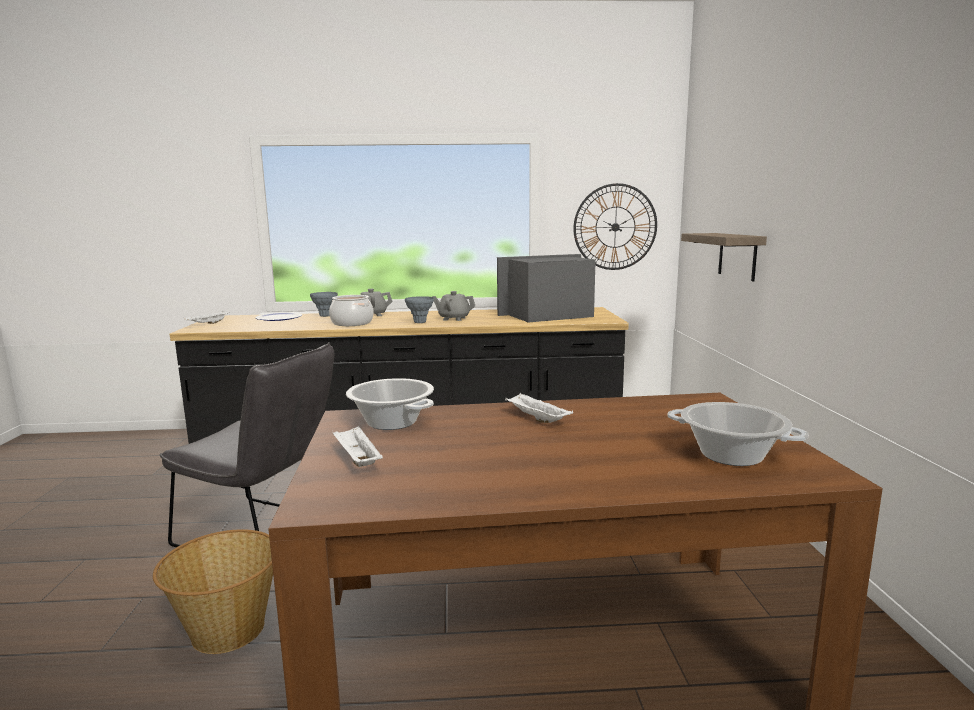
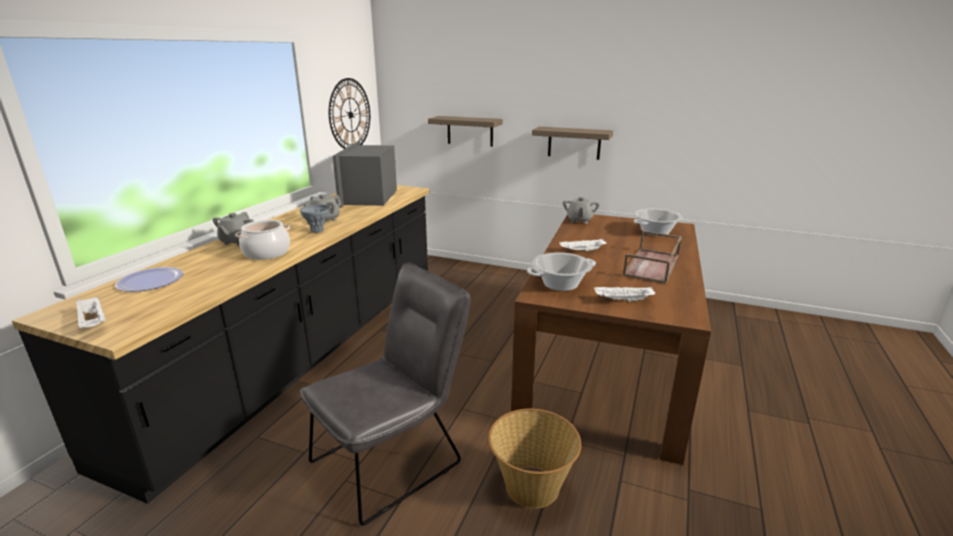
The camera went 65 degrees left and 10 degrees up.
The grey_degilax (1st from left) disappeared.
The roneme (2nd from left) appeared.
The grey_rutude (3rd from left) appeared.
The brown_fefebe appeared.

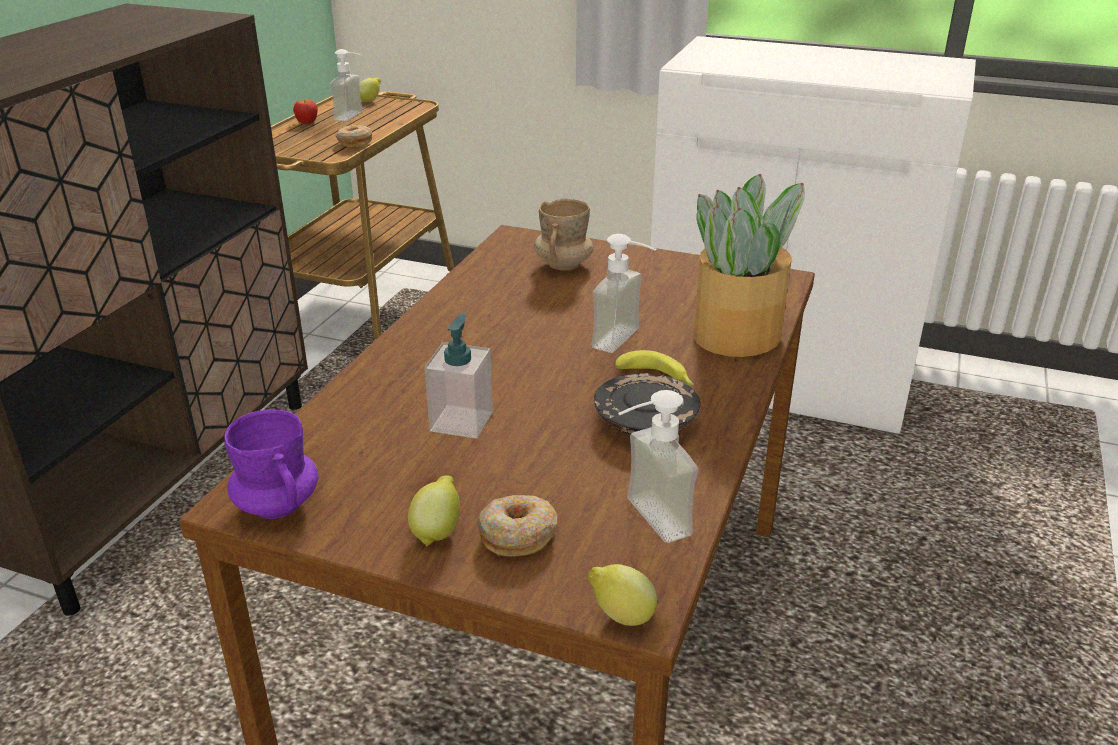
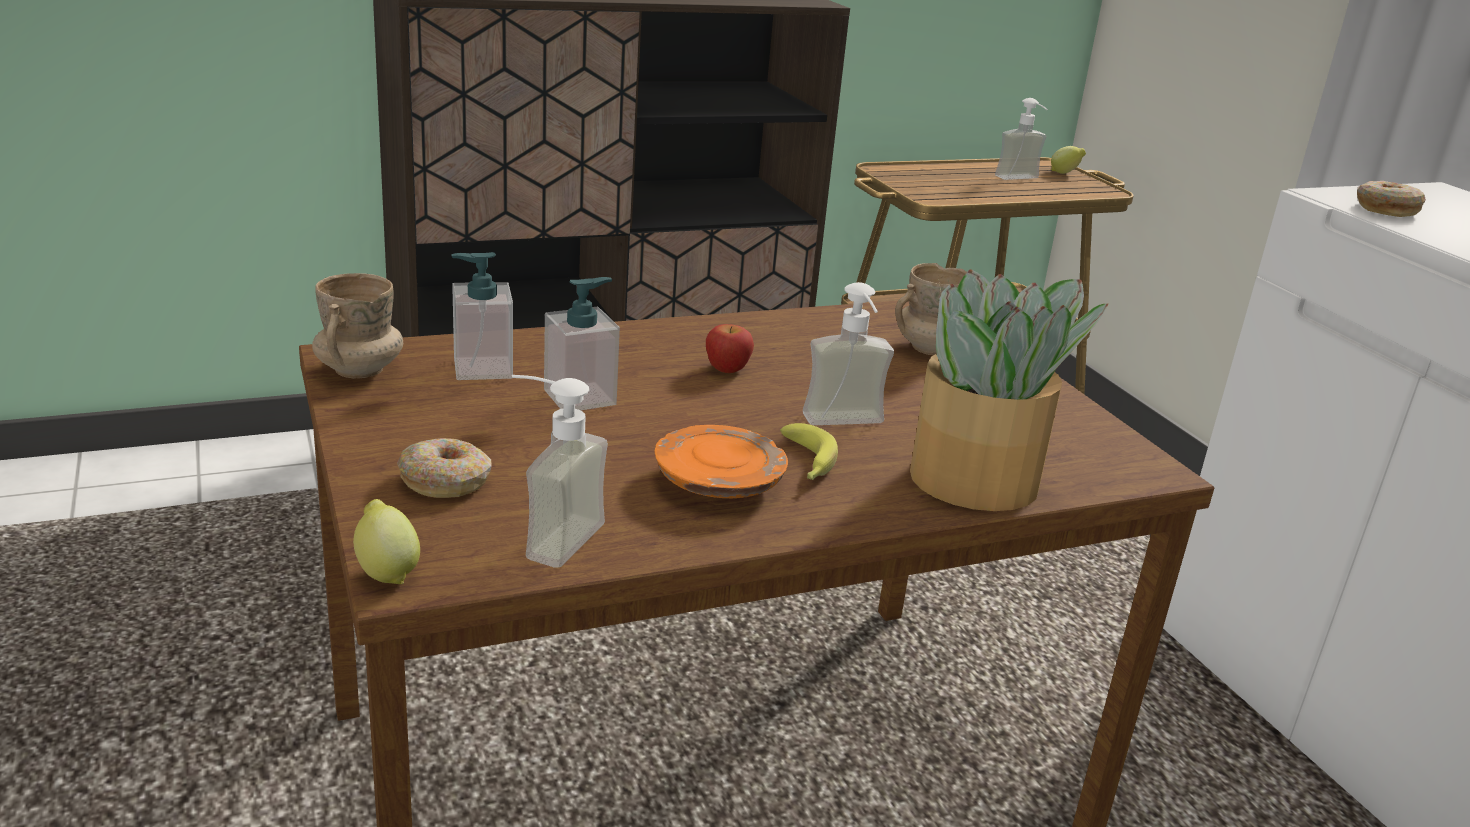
The camera went 45 degrees right and 5 degrees down.
The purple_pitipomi became the beige_pitipomi (1st from left).
The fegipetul moved.
The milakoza (1st from left in the first image) moved.
The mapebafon (2nd from left) disappeared.
The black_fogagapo became the orange_fogagapo.
The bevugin (1st from left) appeared.

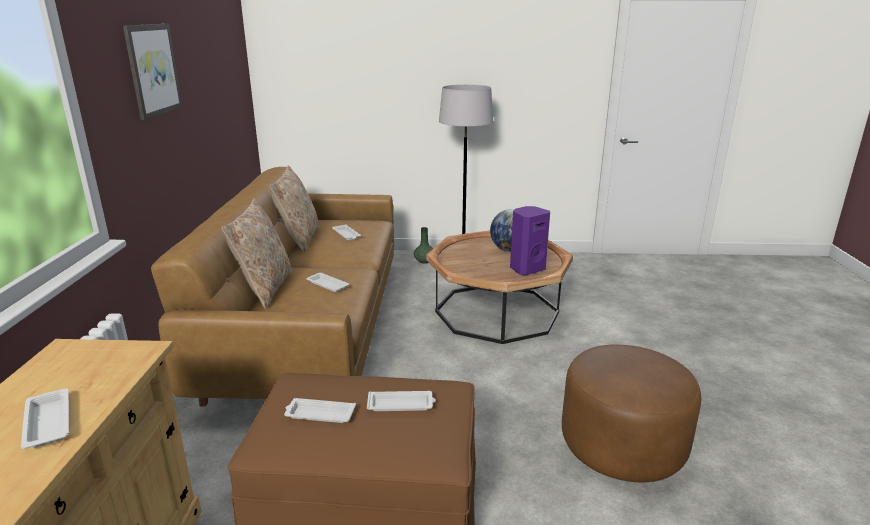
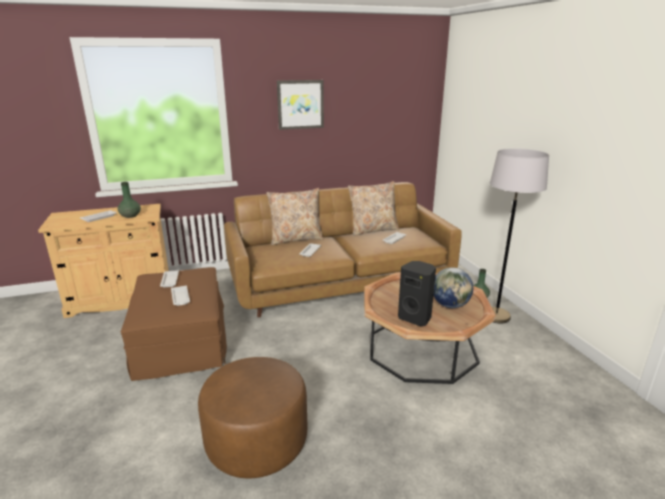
The camera went 70 degrees right and 0 degrees up.
The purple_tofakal became the black_tofakal.
The green_degilax (1st from left) appeared.

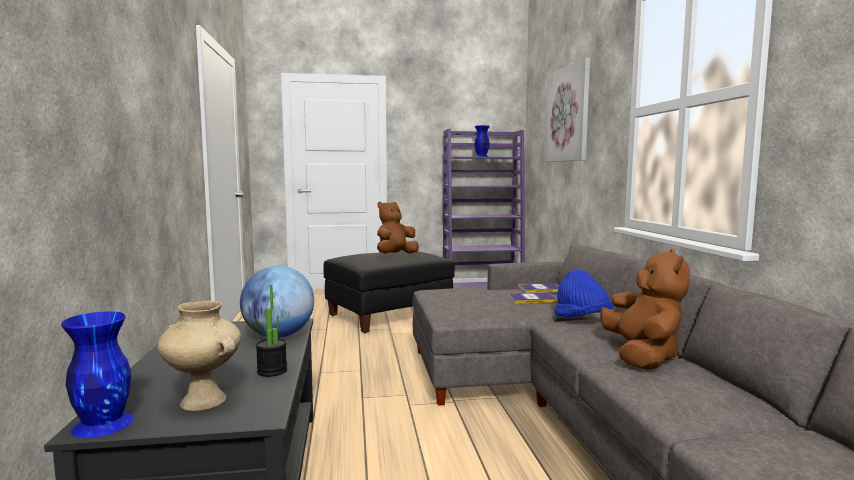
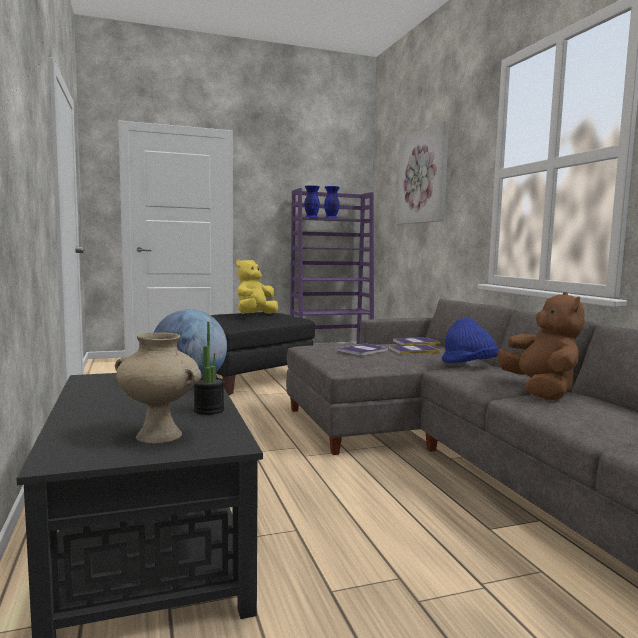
The camera went 10 degrees left and 0 degrees up.
The blue_degilax (1st from left) moved.
The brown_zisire (1st from left) became the yellow_zisire.
The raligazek (1st from left) appeared.

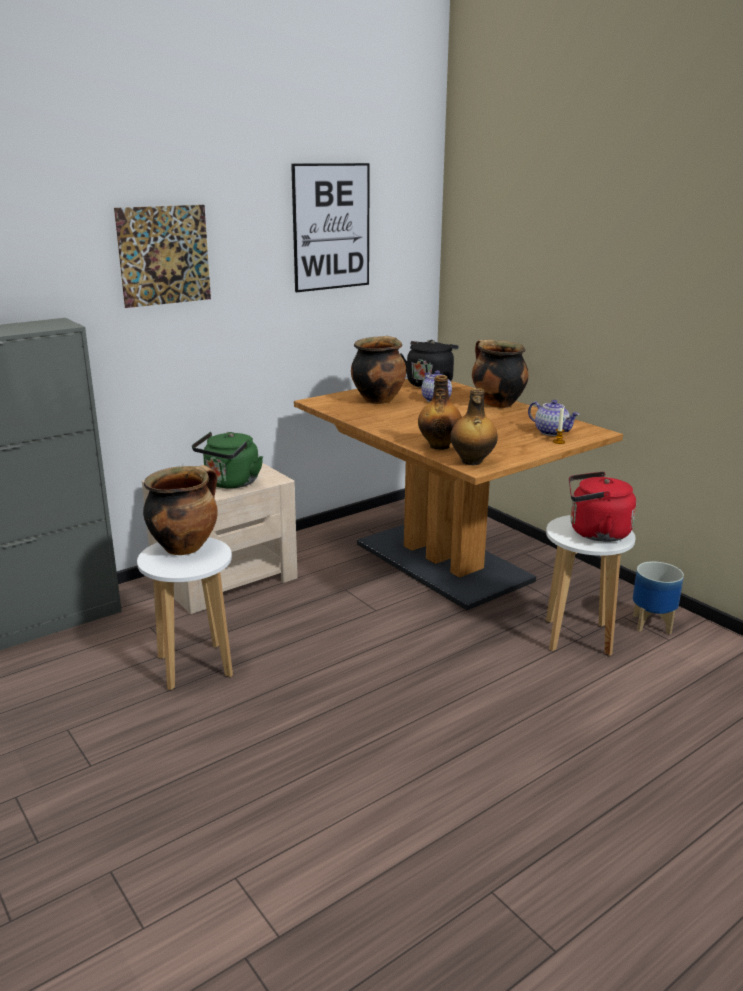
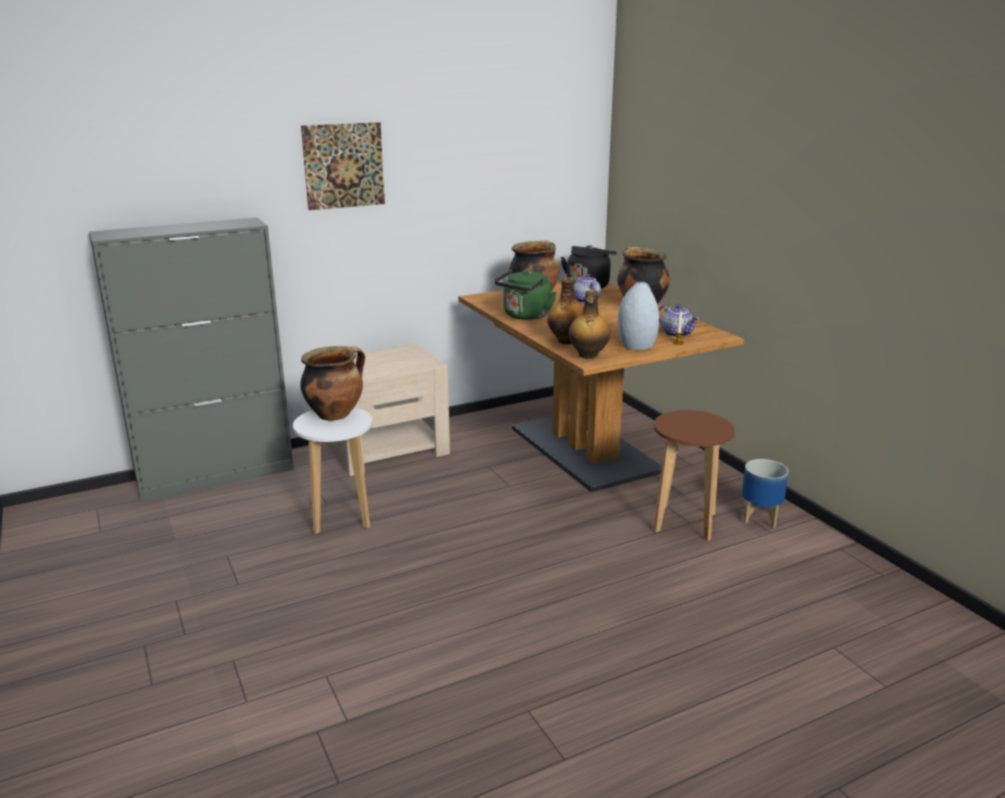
The camera went 10 degrees right and 0 degrees up.
The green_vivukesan moved.
The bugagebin (2nd from left) disappeared.
The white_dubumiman (2nd from left) became the brown_dubumiman.
The red_vivukesan disappeared.
The grey_degilax appeared.

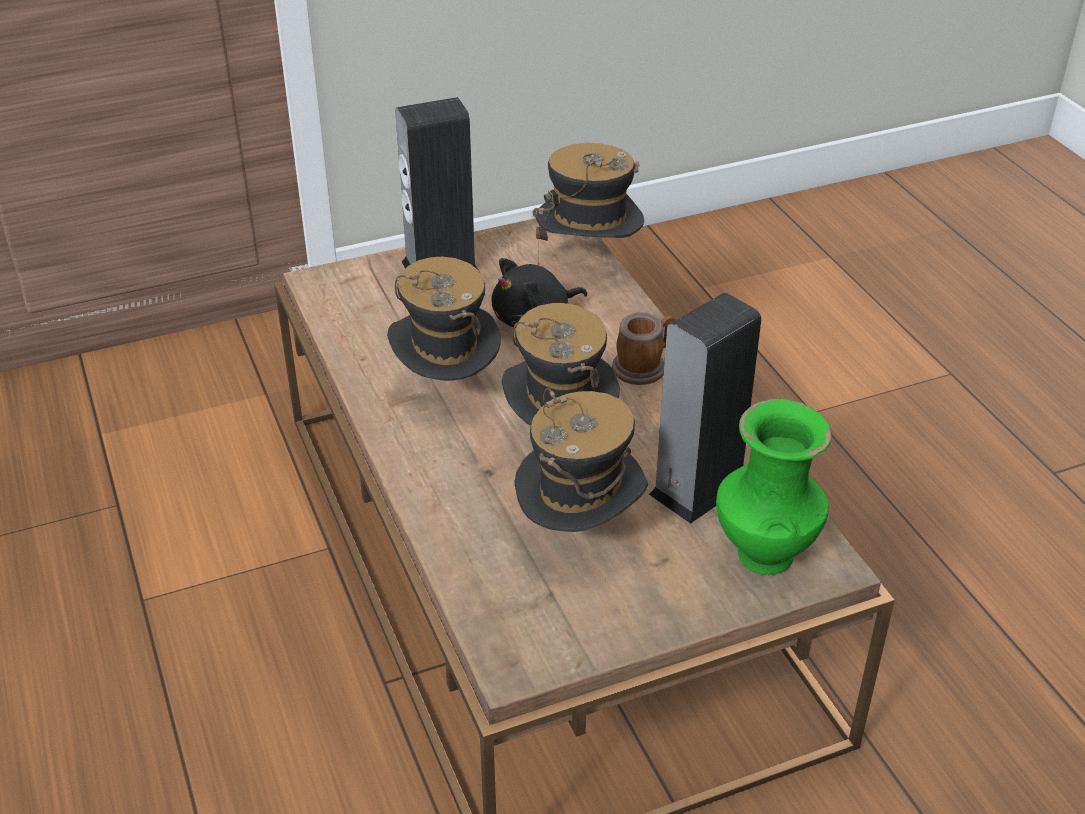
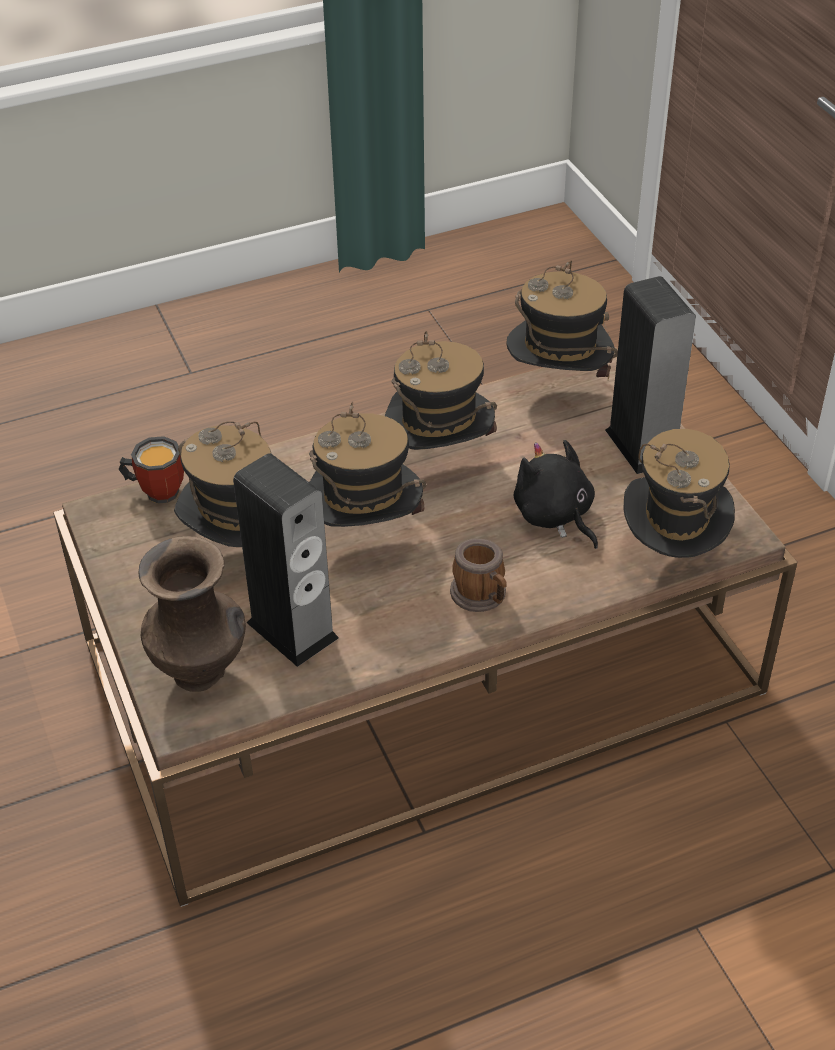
The camera went 90 degrees right and 5 degrees up.
The green_degilax became the brown_degilax.
The pitipomi (1st from left) appeared.
The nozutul (4th from left) appeared.

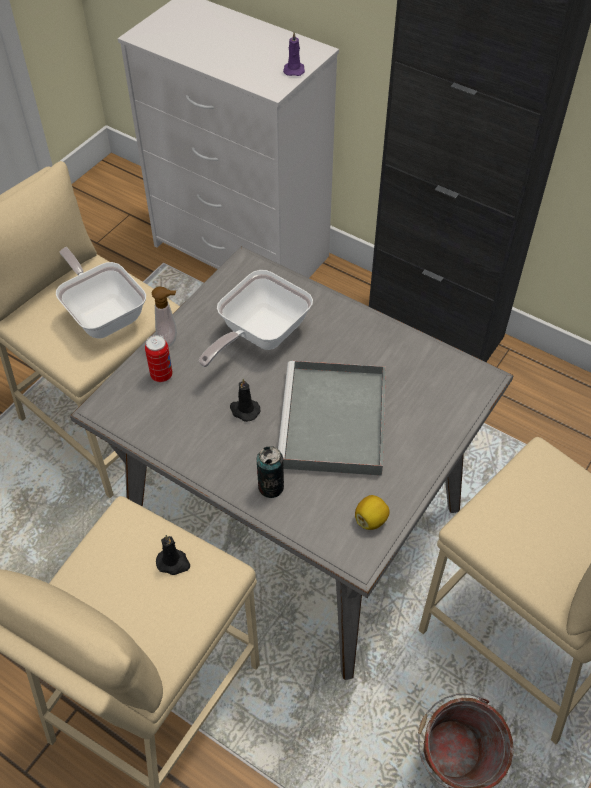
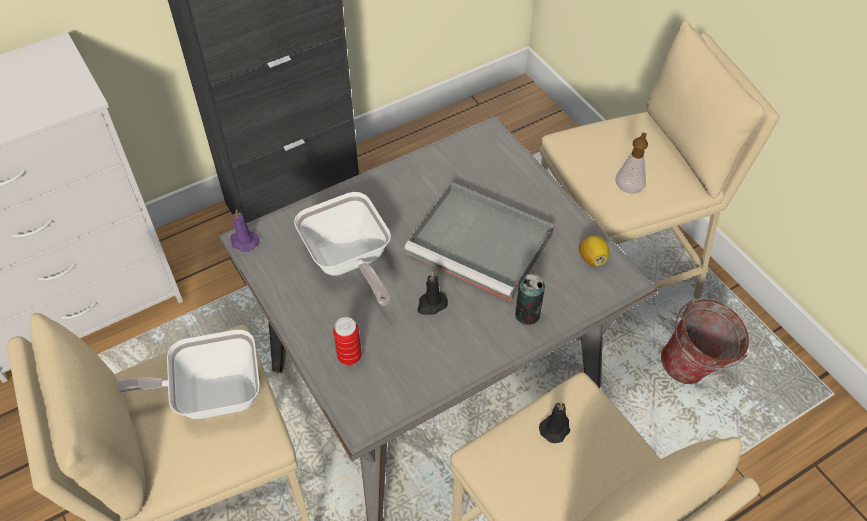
The camera went 65 degrees left and 0 degrees up.
The bevugin moved.
The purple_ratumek moved.

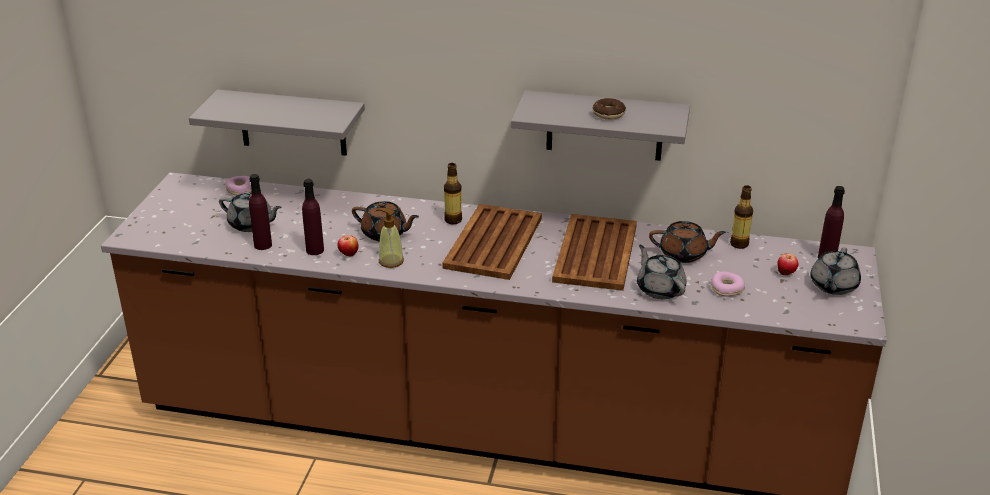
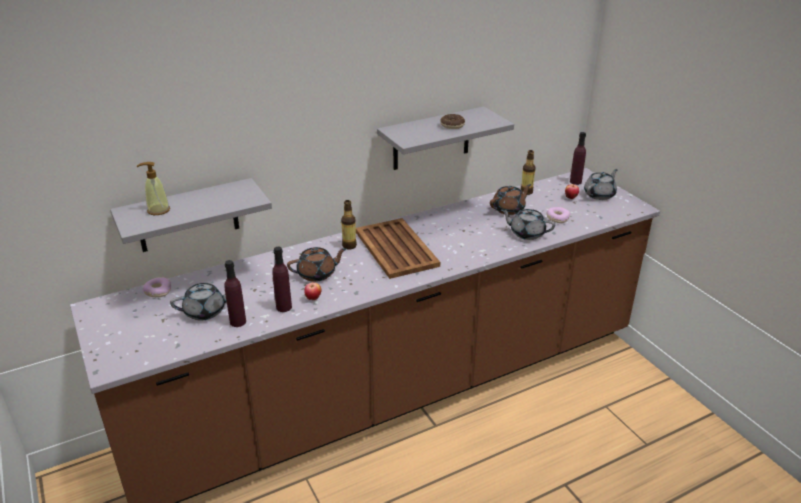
The camera went 40 degrees left and 0 degrees up.
The bevugin moved.
The brown_fefebe (2nd from left) disappeared.
The grey_rutude (3rd from left) turned 120 degrees counterclockwise.

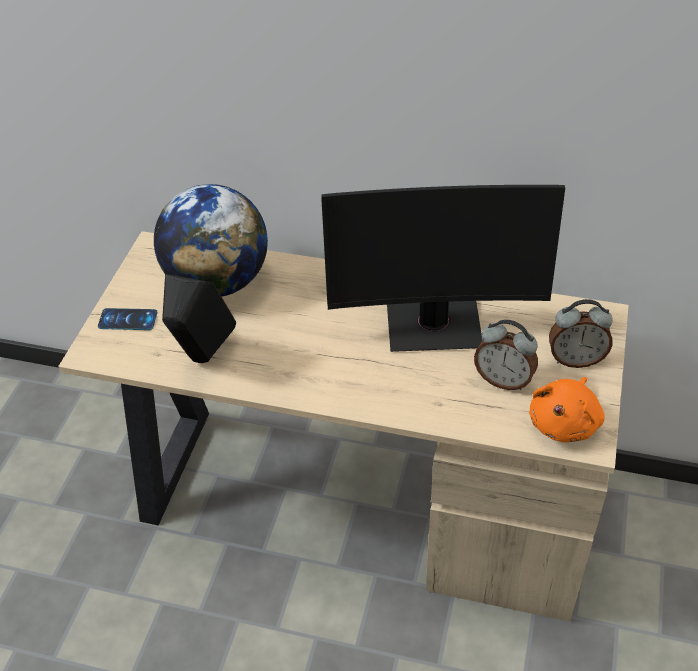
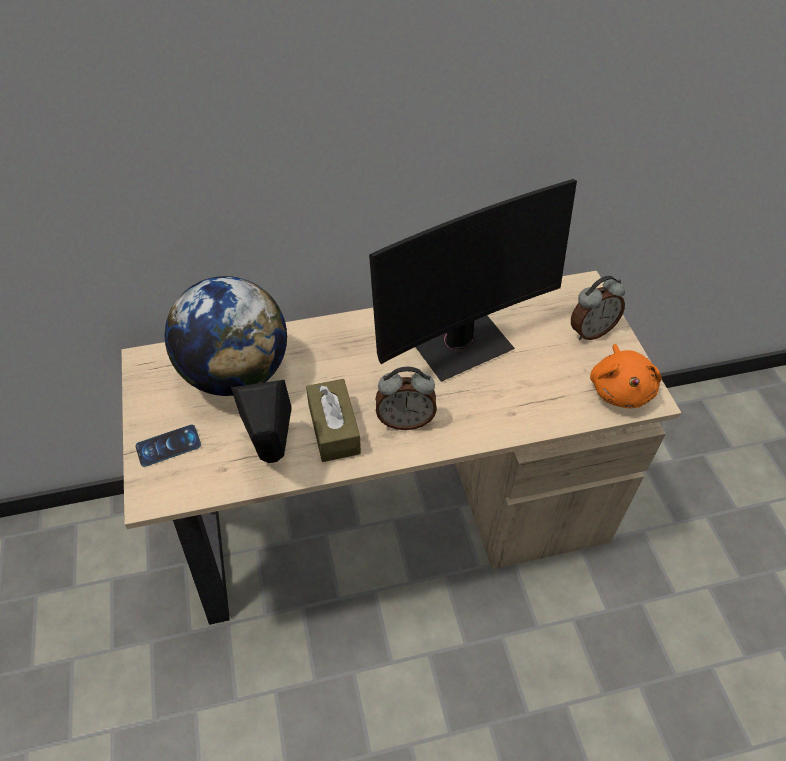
The camera went 30 degrees left and 5 degrees up.
The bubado (1st from left) moved.
The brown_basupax appeared.

